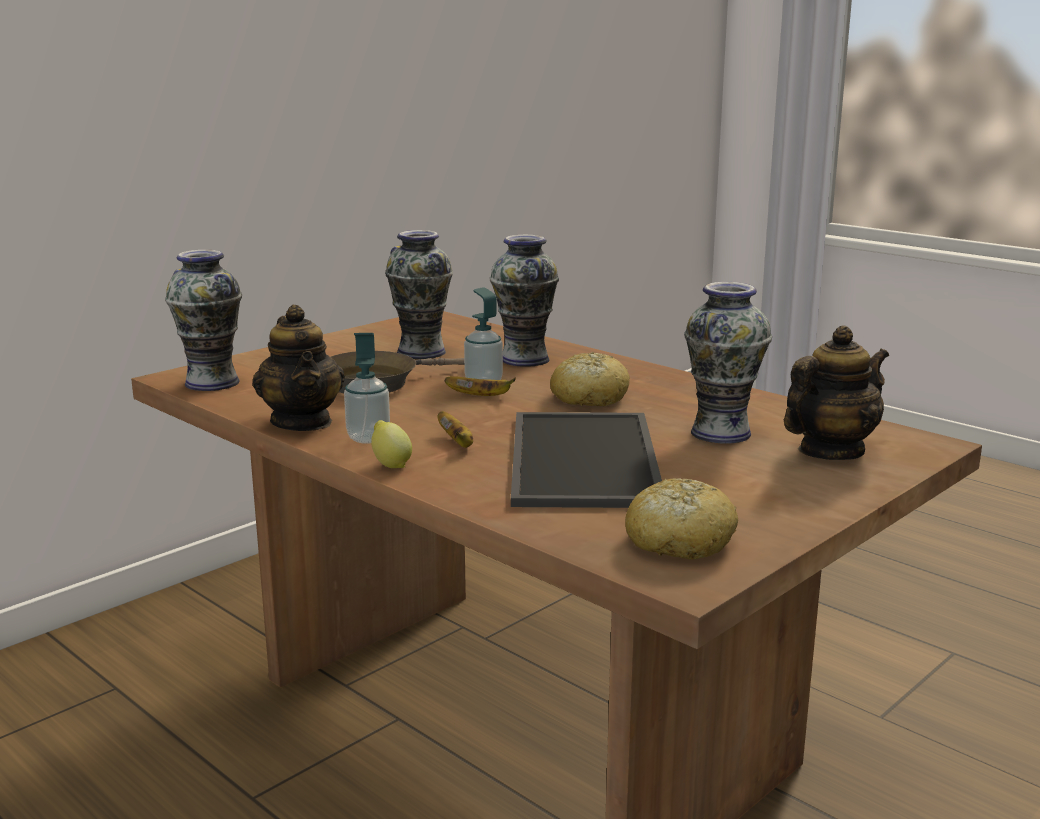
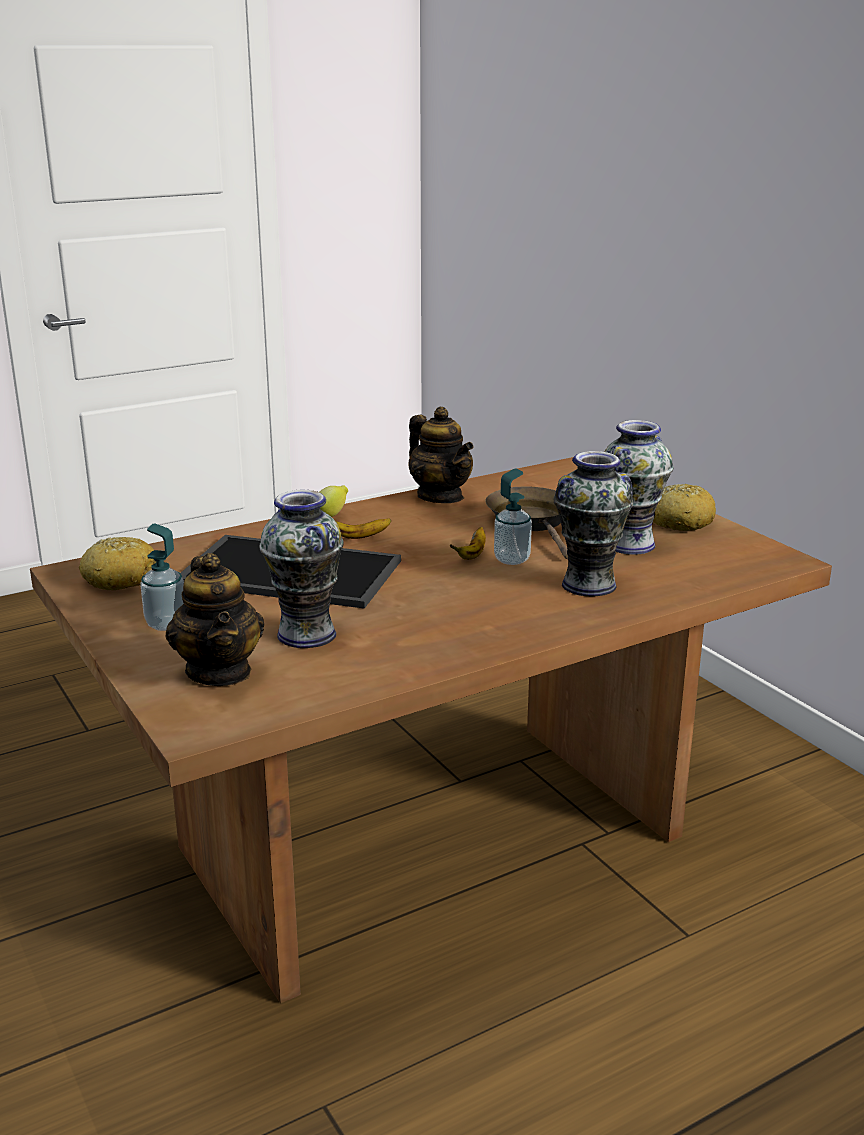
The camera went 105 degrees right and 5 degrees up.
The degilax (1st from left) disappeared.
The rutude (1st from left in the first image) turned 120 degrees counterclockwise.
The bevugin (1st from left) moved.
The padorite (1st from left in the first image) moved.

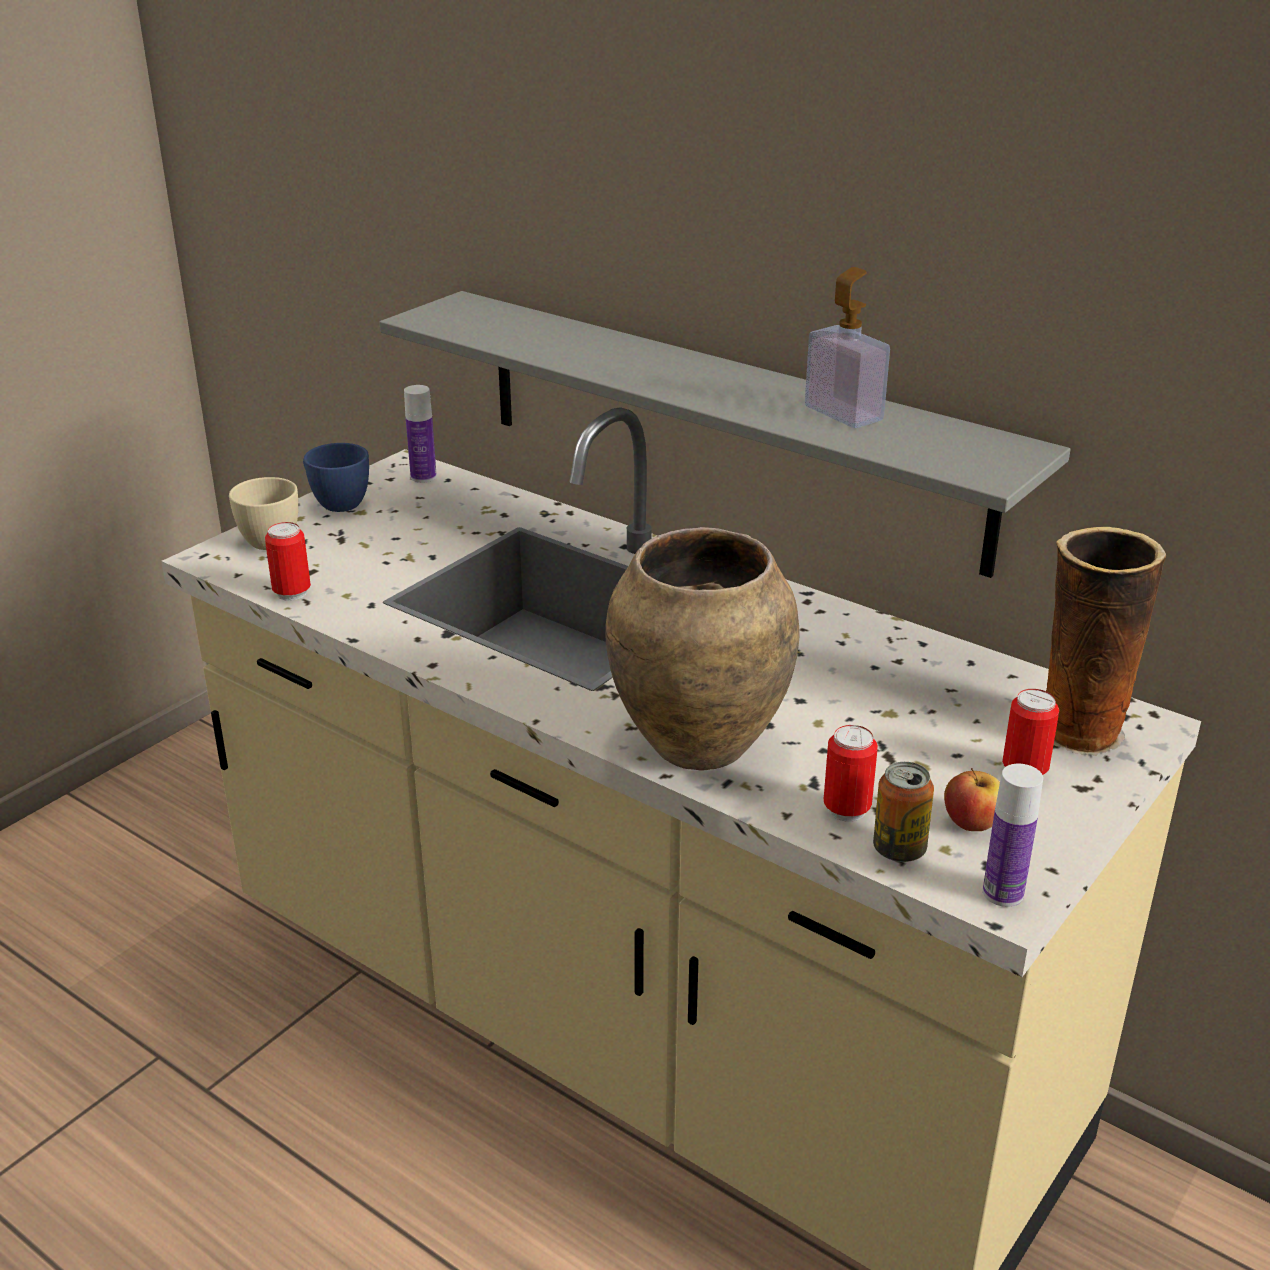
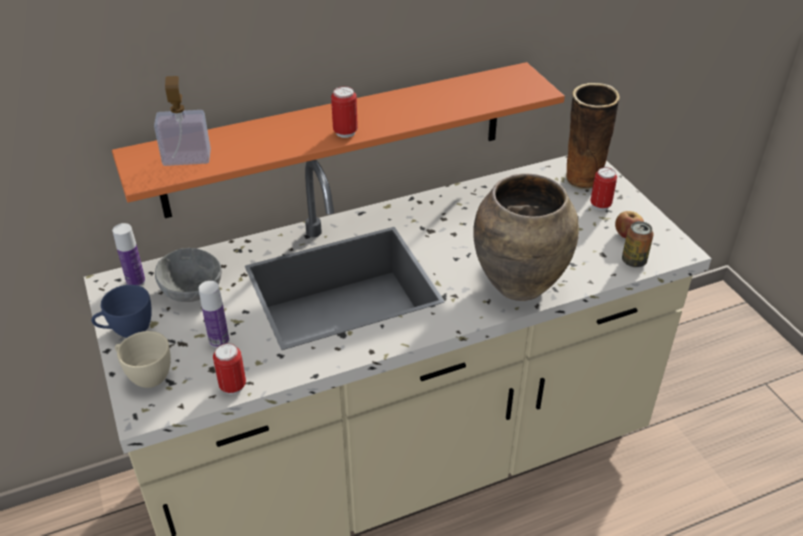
The camera went 60 degrees left and 10 degrees up.
The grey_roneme became the orange_roneme.
The bevugin moved.
The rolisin (2nd from left) moved.
The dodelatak (2nd from left) moved.
The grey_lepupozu appeared.

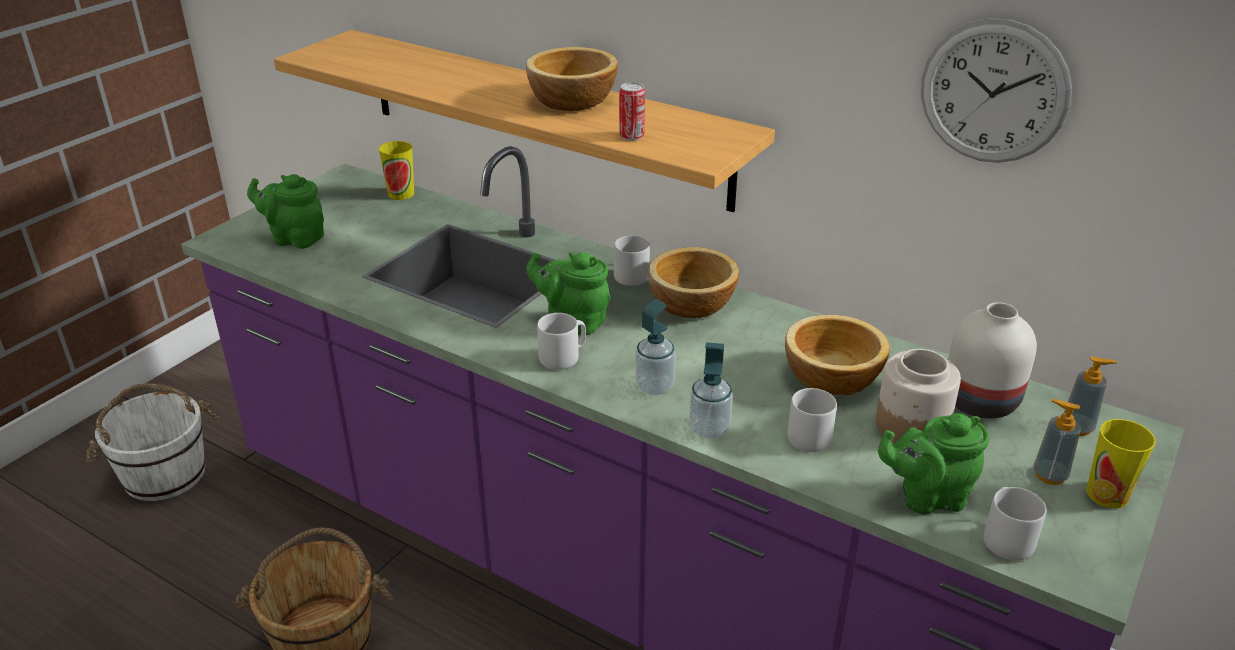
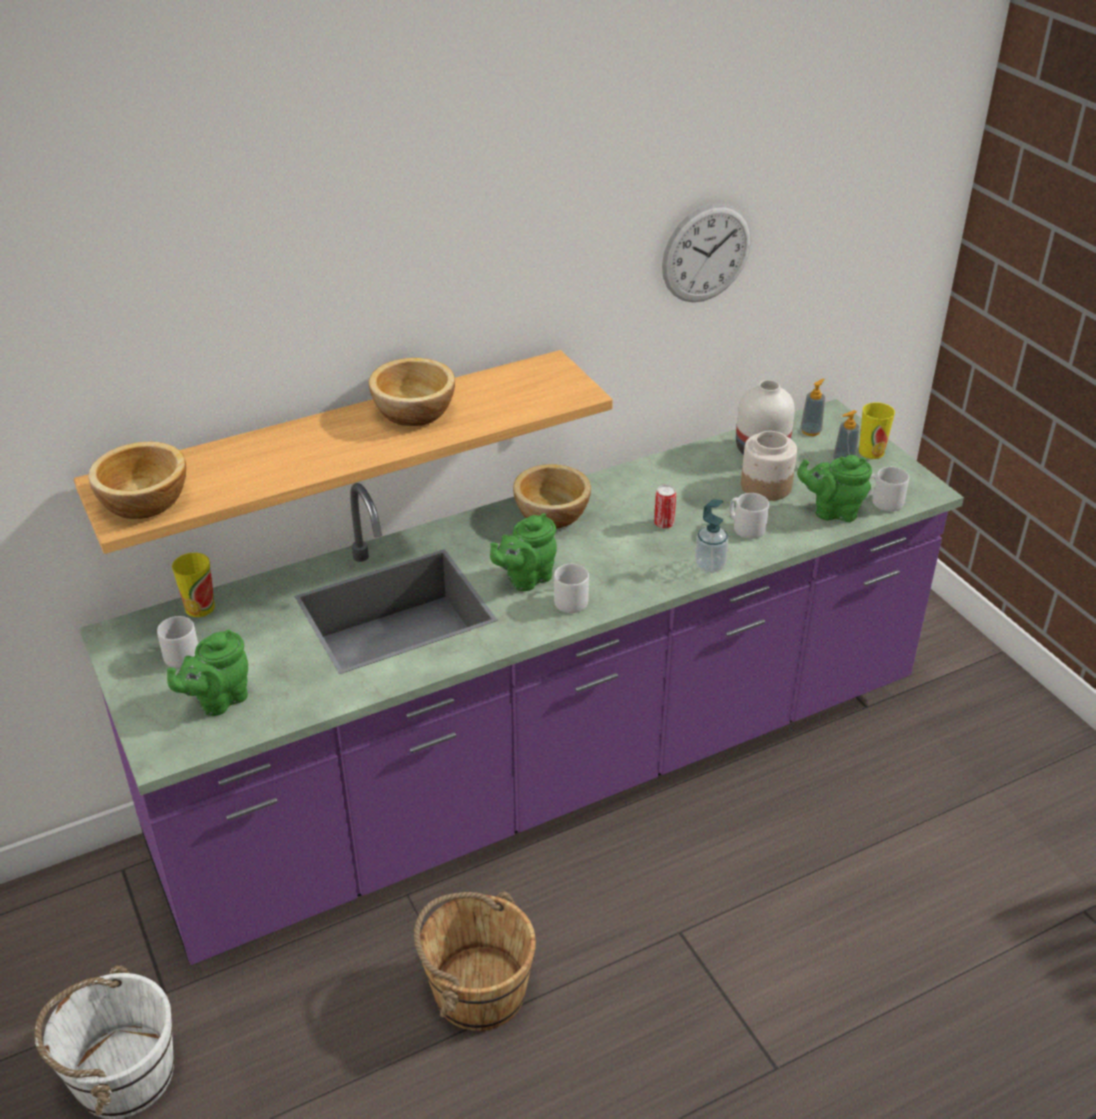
The camera went 60 degrees left and 5 degrees up.
The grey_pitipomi (2nd from left in the first image) moved.
The rolisin moved.
The bevugin (1st from left) disappeared.
The lepupozu (3rd from left in the first image) moved.
The green_rutude (3rd from left) turned 75 degrees clockwise.

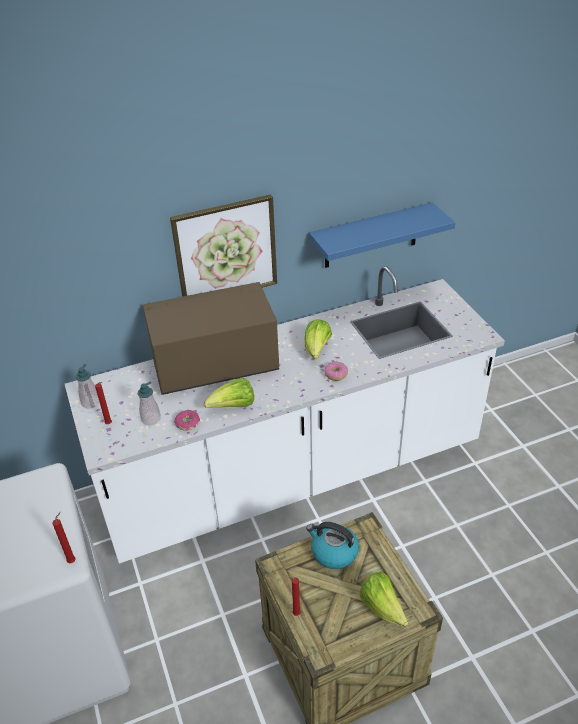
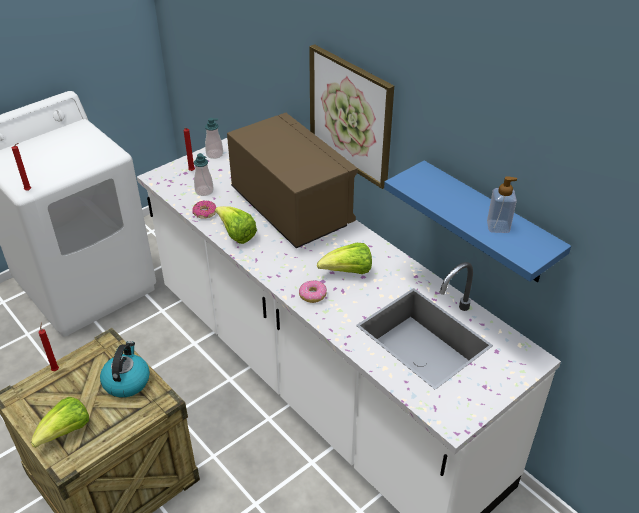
The camera went 70 degrees right and 0 degrees up.
The bevugin (3rd from left) appeared.

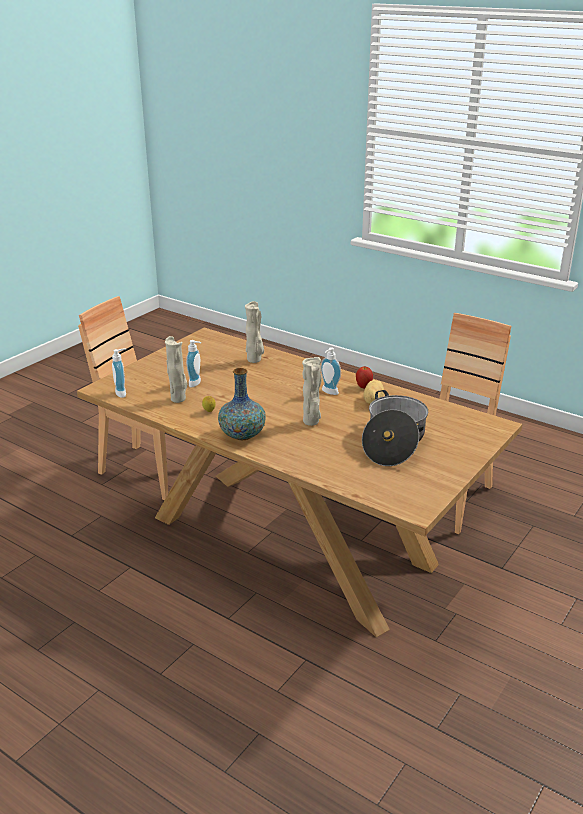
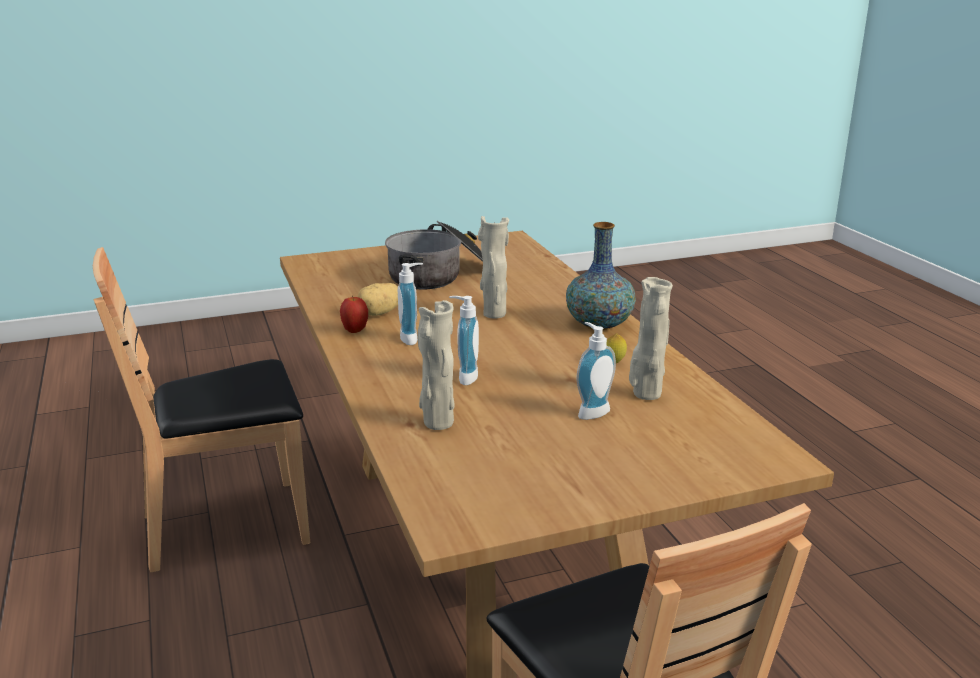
The camera went 145 degrees left and 5 degrees down.
The bevugin (1st from left in the first image) moved.

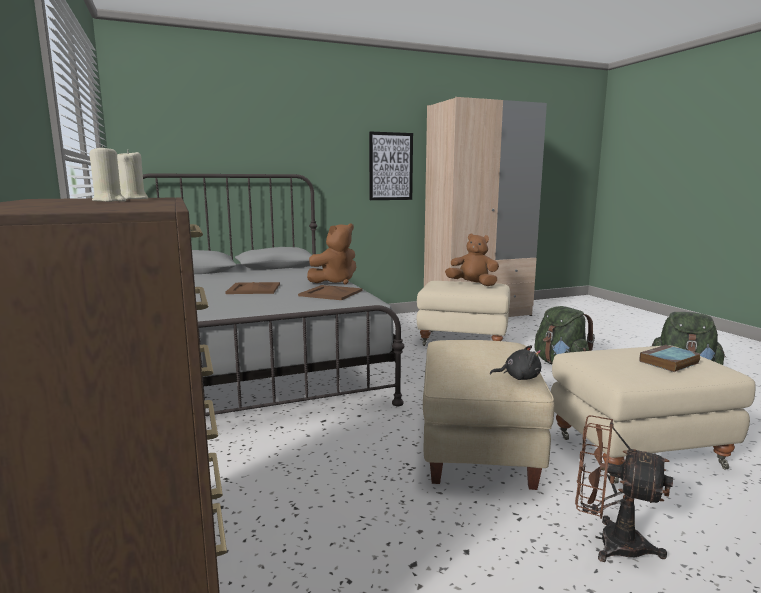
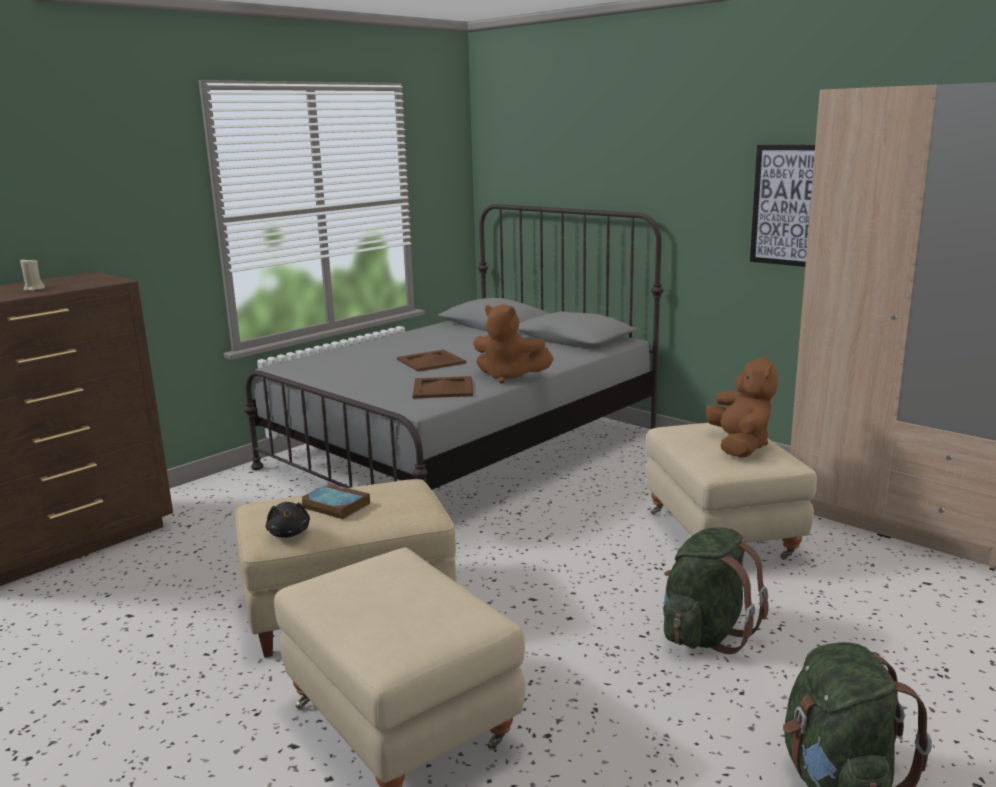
The camera went 65 degrees right and 5 degrees up.
The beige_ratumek (2nd from left) disappeared.
The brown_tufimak disappeared.
The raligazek moved.

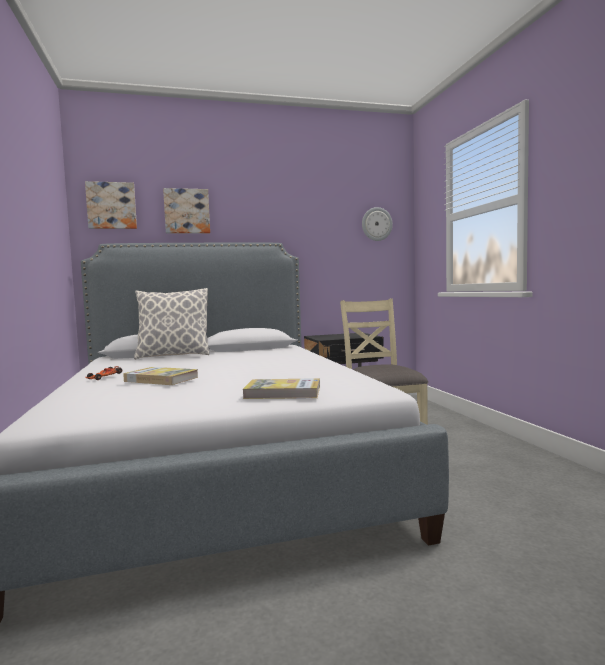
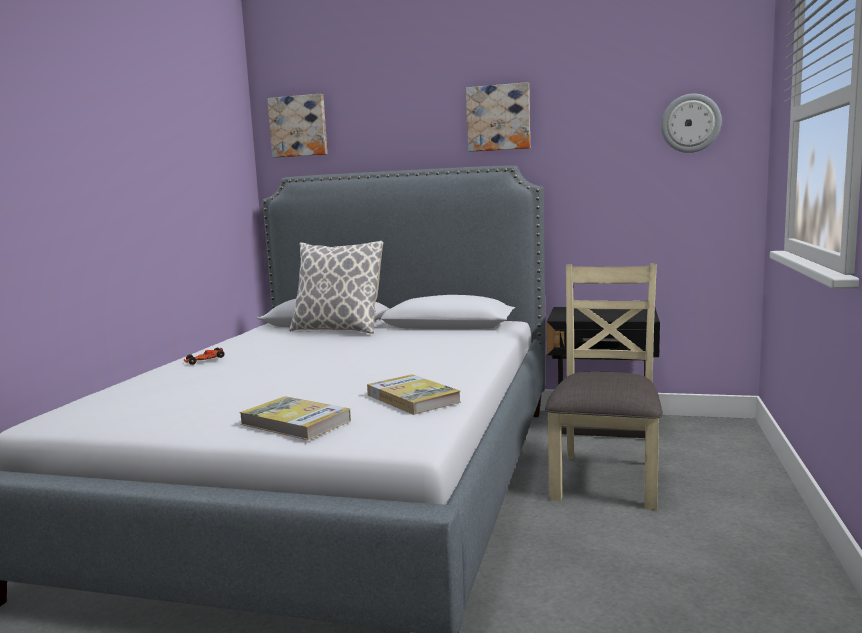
The camera went 30 degrees right and 5 degrees up.
The raligazek (1st from left in the first image) moved.
The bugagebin (2nd from left) moved.

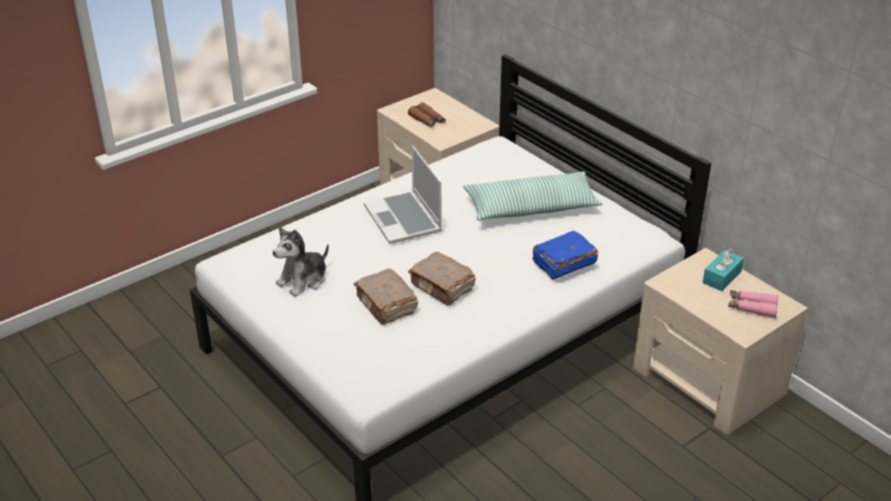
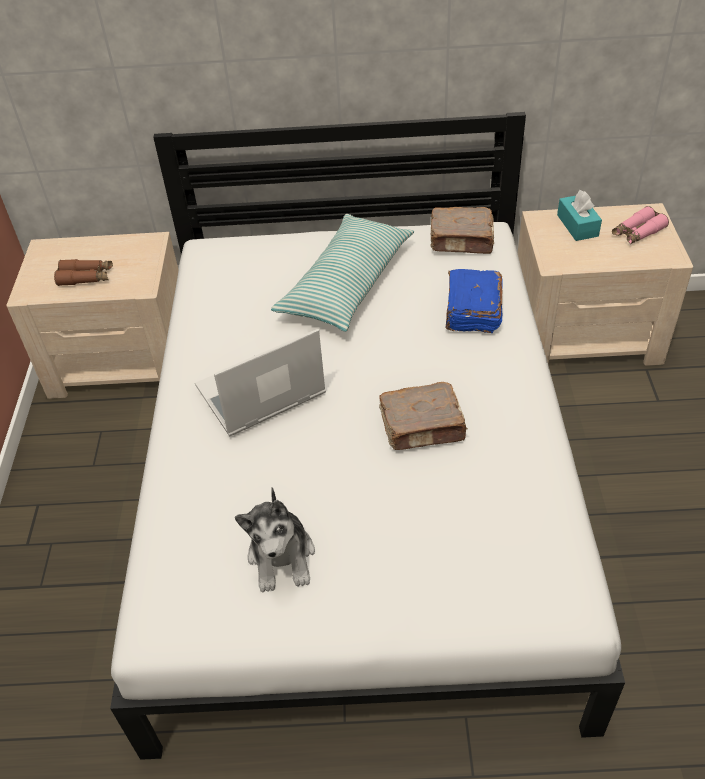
The camera went 50 degrees left and 10 degrees up.
The brown_raligazek (1st from left in the first image) moved.
The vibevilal turned 135 degrees clockwise.

